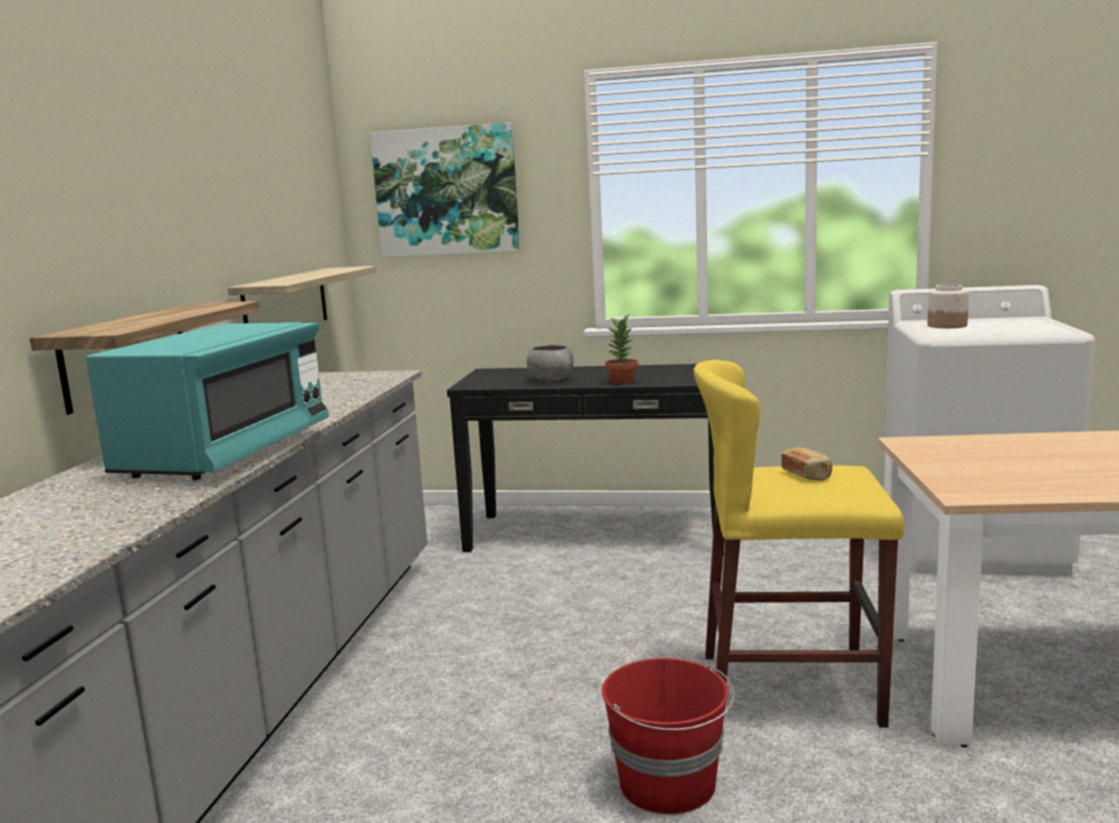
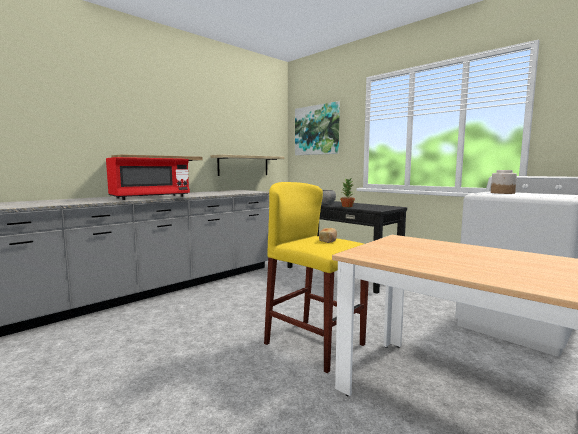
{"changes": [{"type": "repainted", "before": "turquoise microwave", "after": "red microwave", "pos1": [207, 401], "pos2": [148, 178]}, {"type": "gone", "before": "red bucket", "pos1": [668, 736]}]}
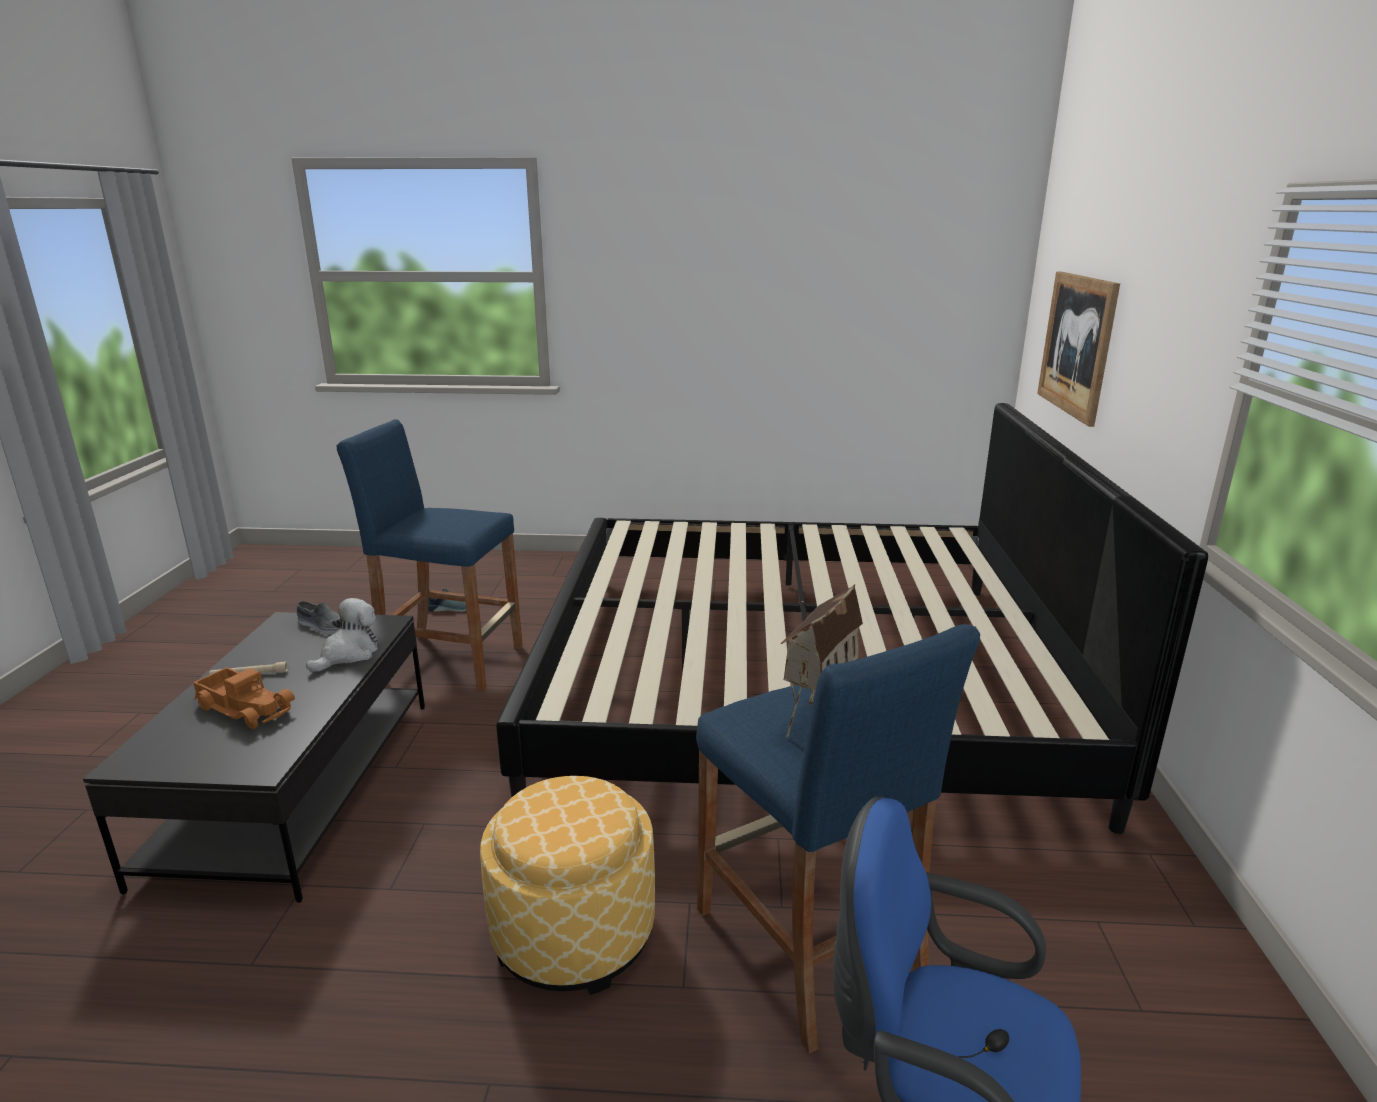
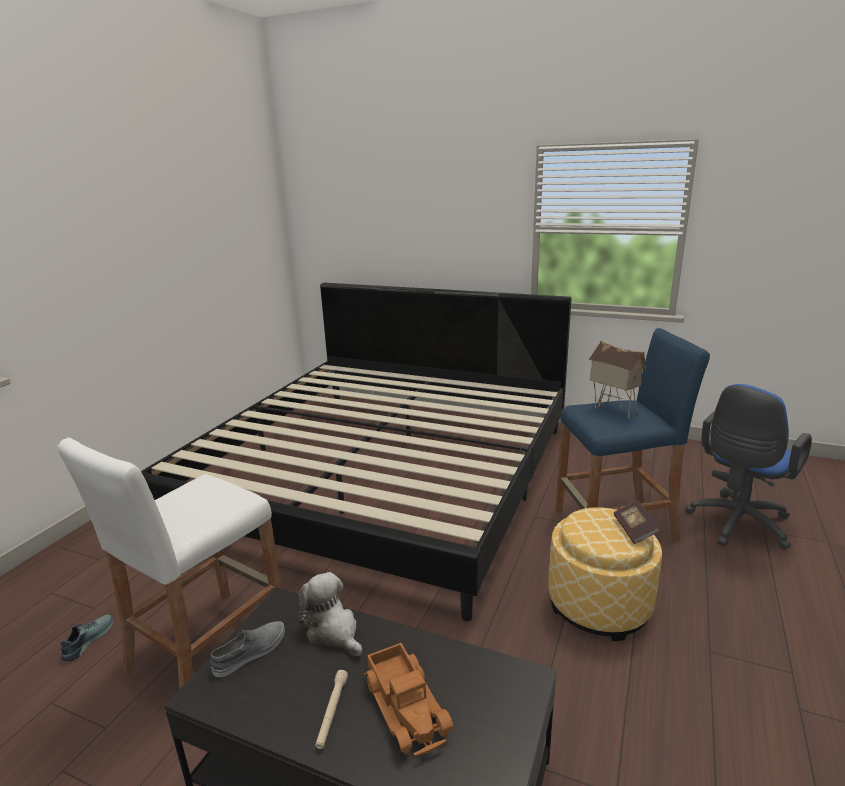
{"changes": [{"type": "gone", "before": "picture", "pos1": [1078, 349]}, {"type": "repainted", "before": "blue stool", "after": "white stool", "pos1": [429, 555], "pos2": [169, 564]}, {"type": "rotated", "before": "toy truck", "pos1": [244, 698], "pos2": [409, 699], "turn": 105}, {"type": "new", "after": "book", "pos2": [637, 522]}]}
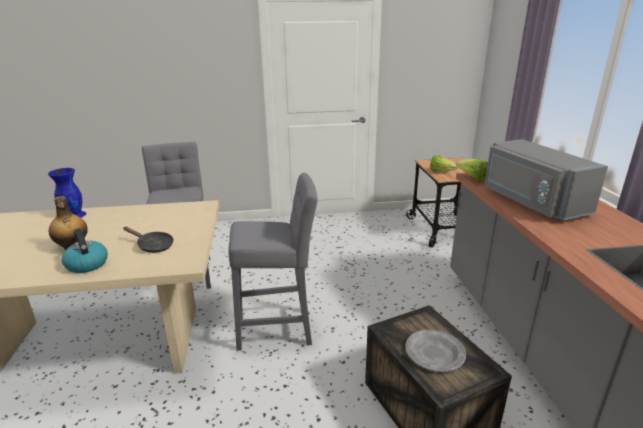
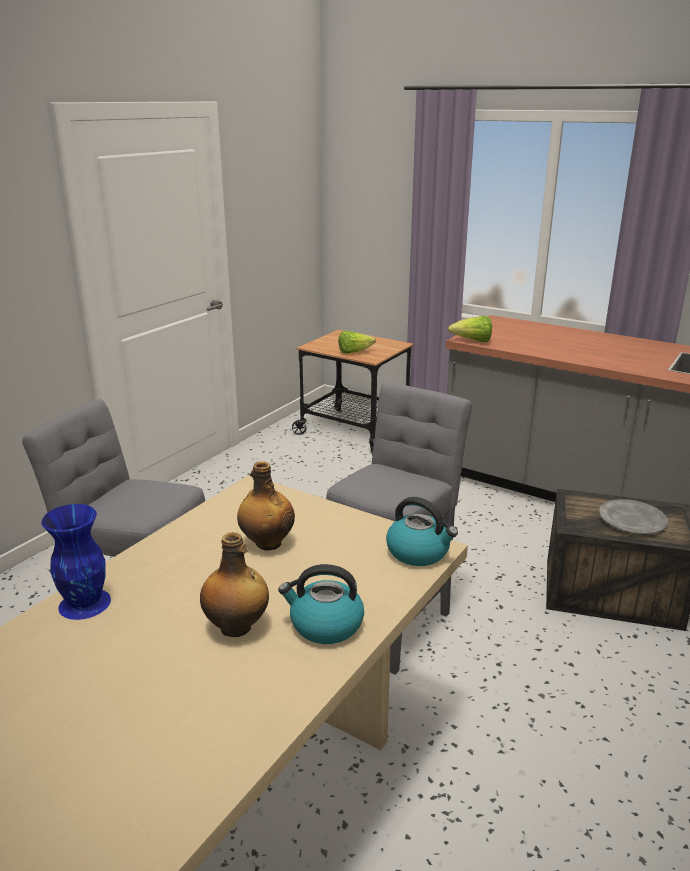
{"changes": [{"type": "gone", "before": "grey microwave", "pos1": [546, 179]}, {"type": "gone", "before": "black frying pan", "pos1": [148, 240]}, {"type": "new", "after": "bottle", "pos2": [266, 505]}, {"type": "new", "after": "kettle", "pos2": [422, 531]}]}
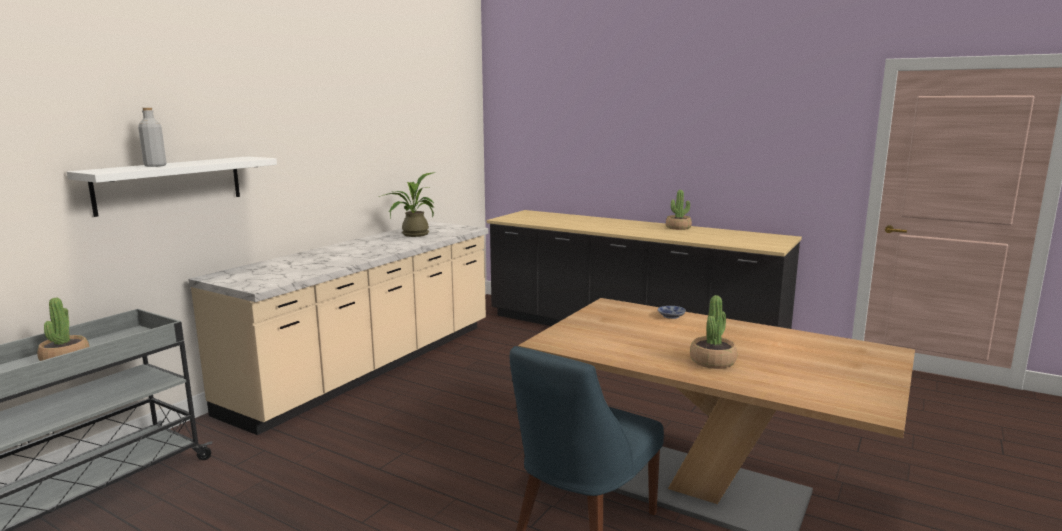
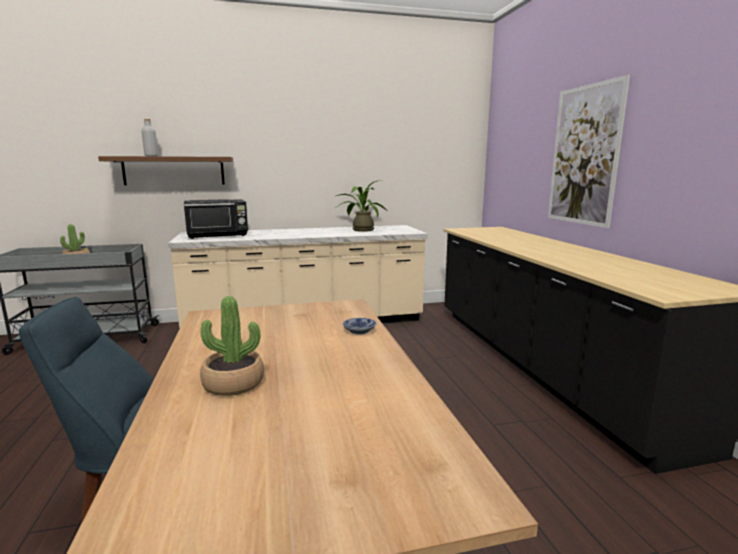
{"changes": [{"type": "repainted", "before": "white shelf", "after": "brown shelf", "pos1": [172, 186], "pos2": [165, 170]}, {"type": "gone", "before": "potted plant", "pos1": [679, 210]}, {"type": "new", "after": "picture", "pos2": [589, 151]}, {"type": "new", "after": "black microwave", "pos2": [216, 219]}]}
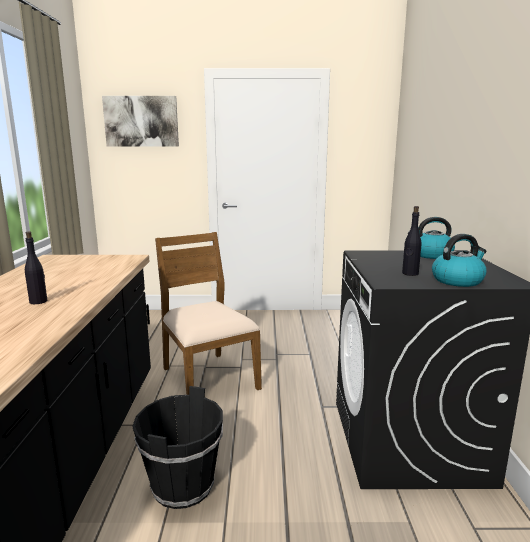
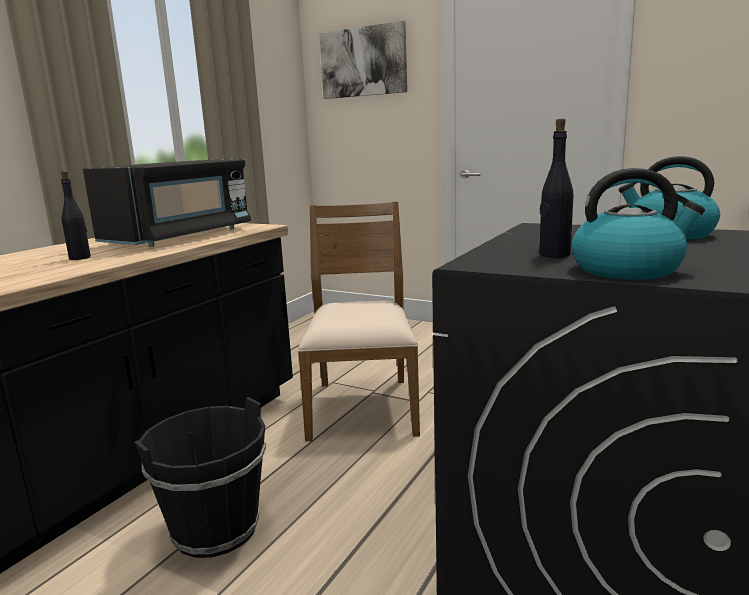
{"changes": [{"type": "new", "after": "black microwave", "pos2": [167, 203]}]}
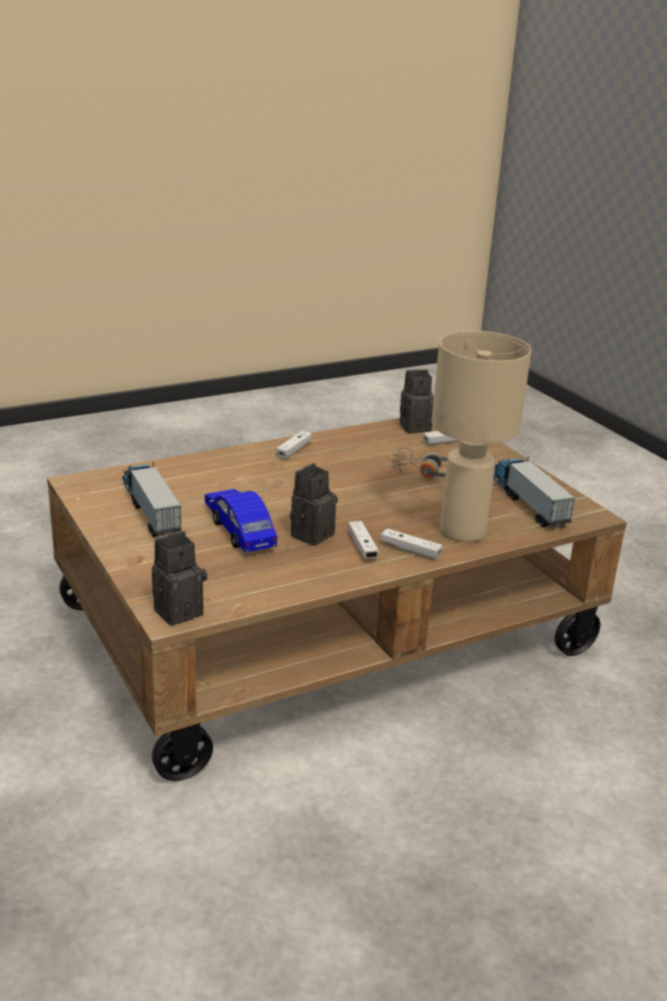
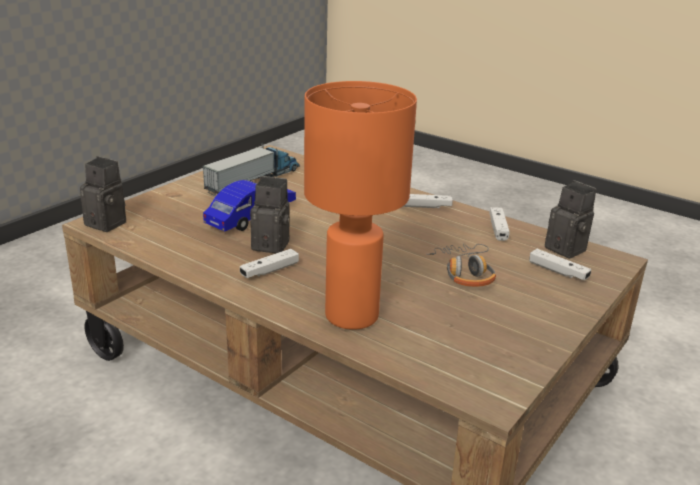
{"changes": [{"type": "repainted", "before": "beige table lamp", "after": "orange table lamp", "pos1": [482, 436], "pos2": [360, 205]}, {"type": "gone", "before": "toy truck", "pos1": [534, 492]}, {"type": "shifted", "before": "white game controller", "pos1": [411, 544], "pos2": [499, 224]}]}
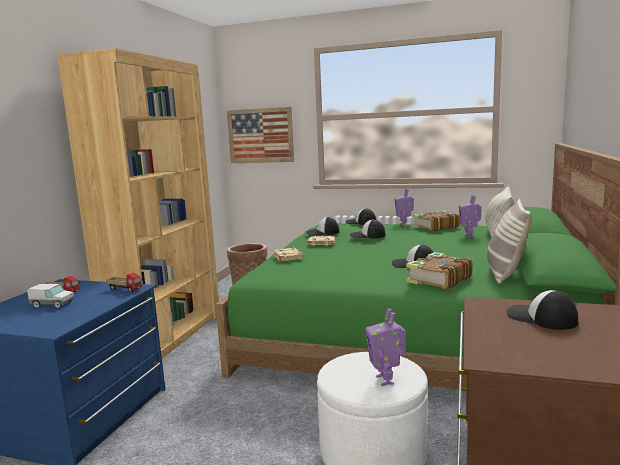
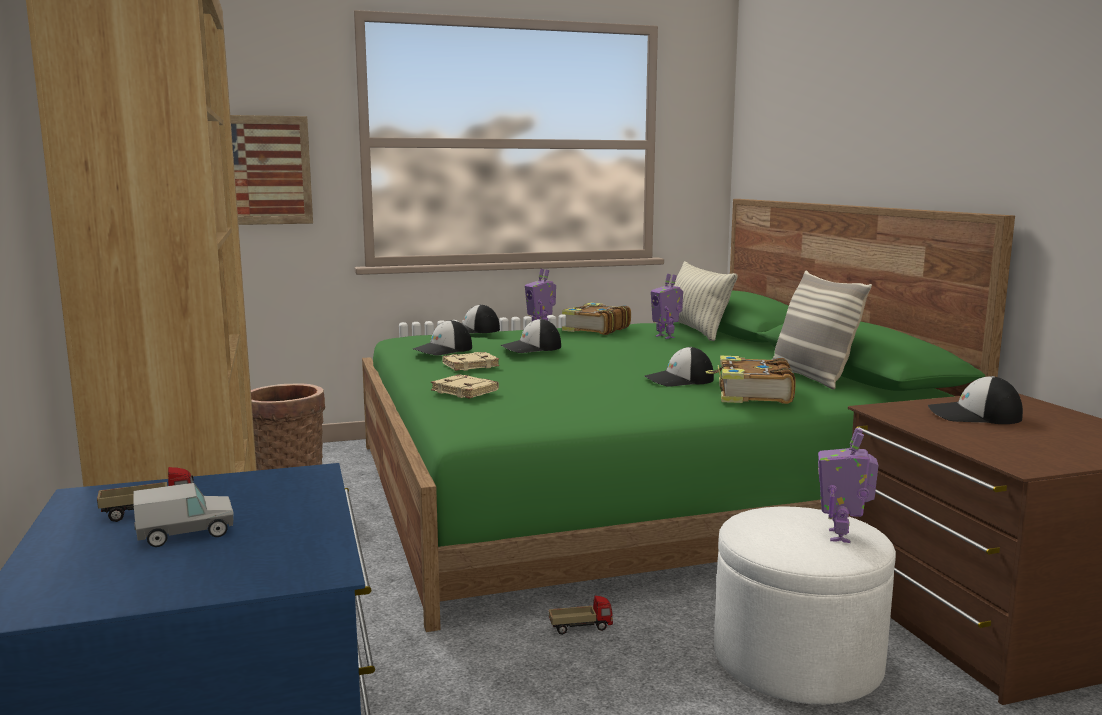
{"changes": [{"type": "shifted", "before": "toy truck", "pos1": [125, 283], "pos2": [581, 615]}, {"type": "rotated", "before": "toy robot", "pos1": [385, 347], "pos2": [848, 485], "turn": 60}]}
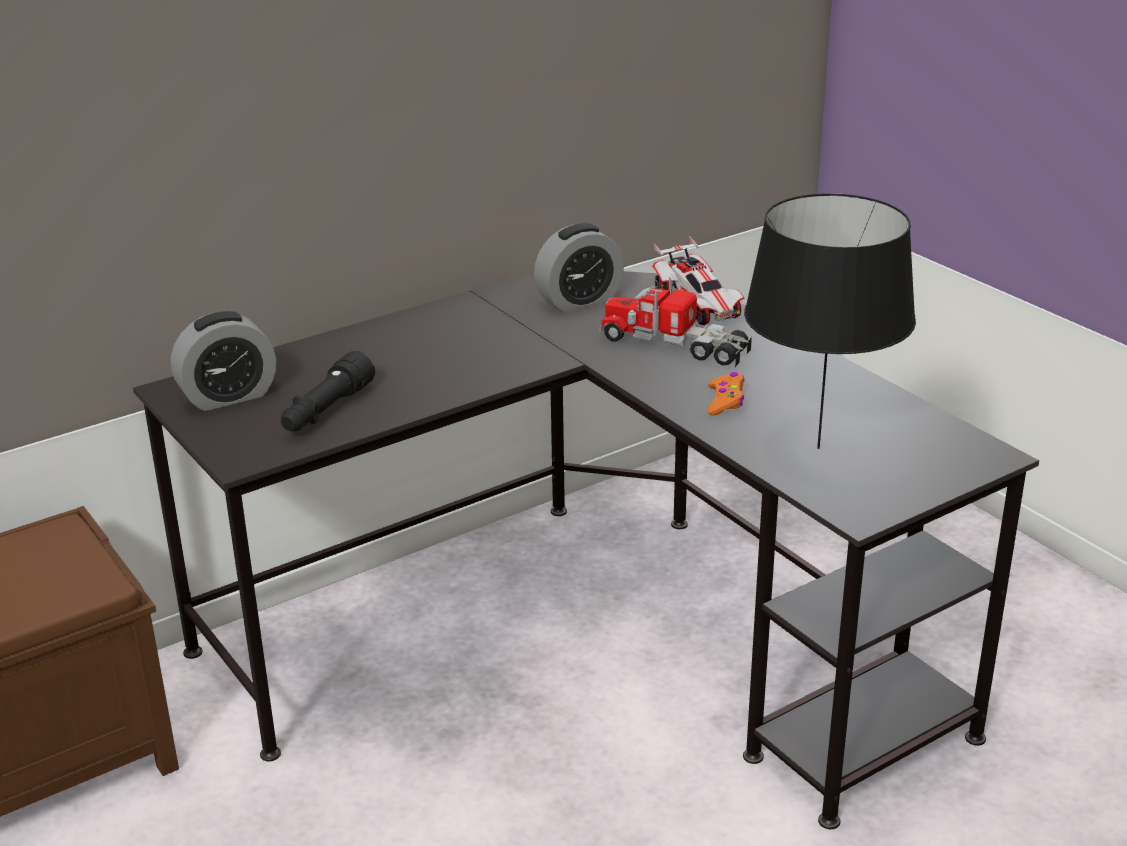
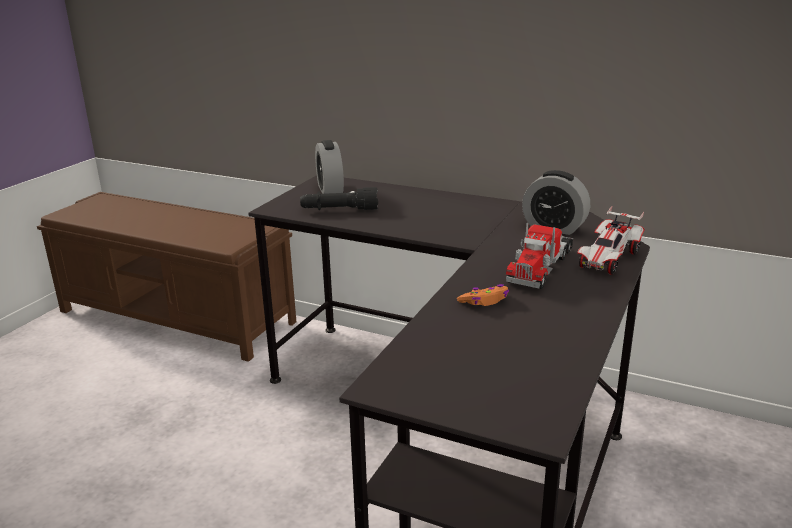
{"changes": [{"type": "gone", "before": "black table lamp", "pos1": [830, 321]}, {"type": "rotated", "before": "toy truck", "pos1": [675, 322], "pos2": [539, 256], "turn": -150}, {"type": "rotated", "before": "alarm clock", "pos1": [223, 361], "pos2": [329, 167], "turn": 45}]}
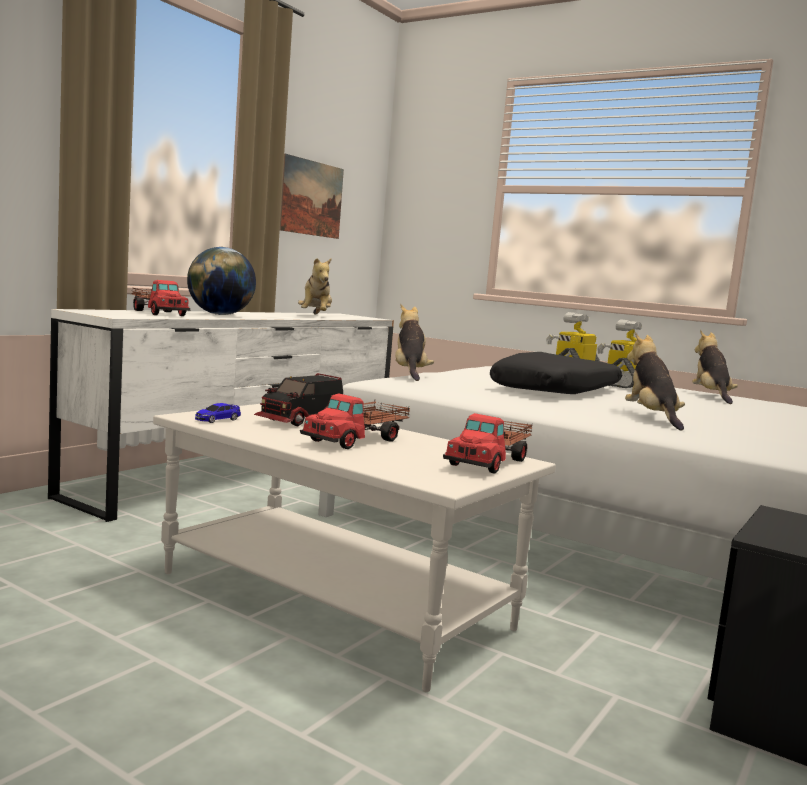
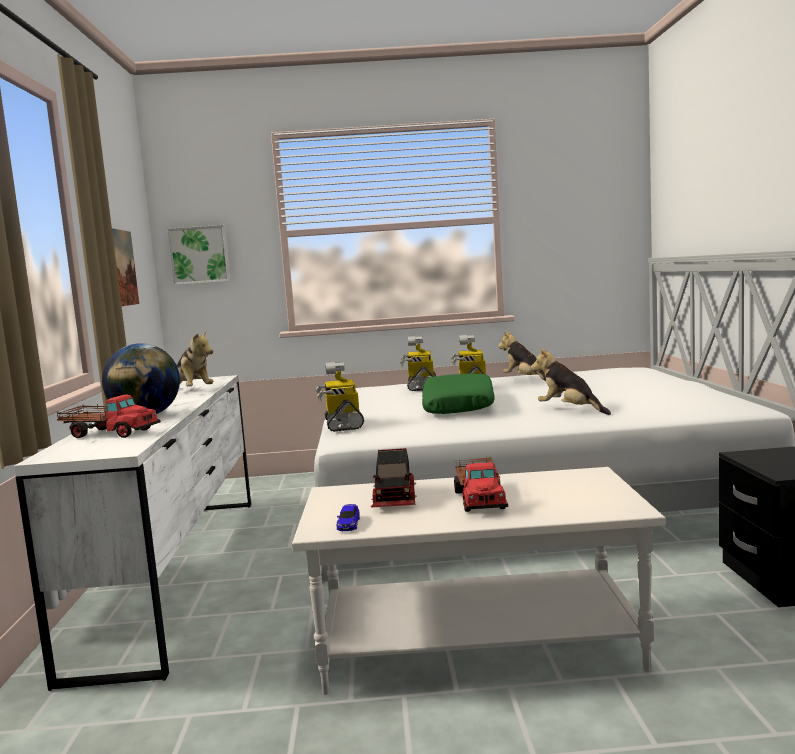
{"changes": [{"type": "swapped", "before": "plush toy", "after": "toy robot", "pos1": [414, 342], "pos2": [340, 397]}, {"type": "repainted", "before": "black pillow", "after": "green pillow", "pos1": [556, 373], "pos2": [458, 393]}, {"type": "gone", "before": "toy truck", "pos1": [487, 443]}, {"type": "new", "after": "picture", "pos2": [199, 255]}]}
